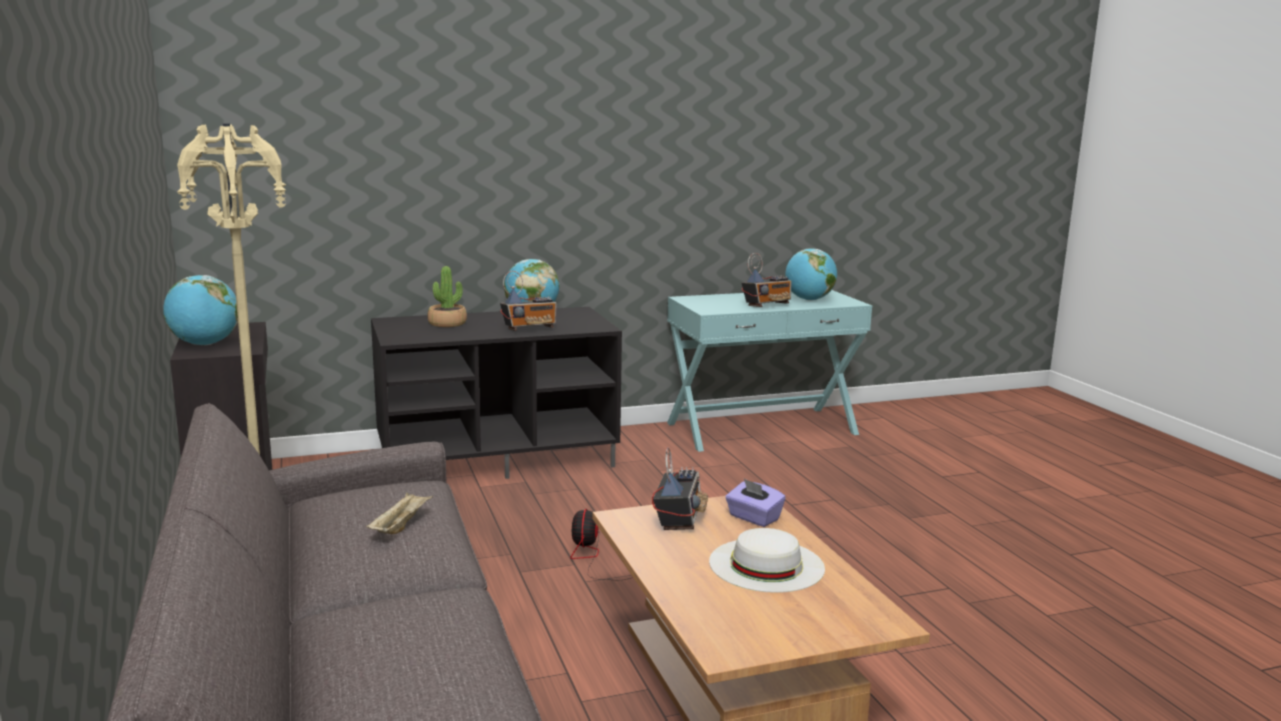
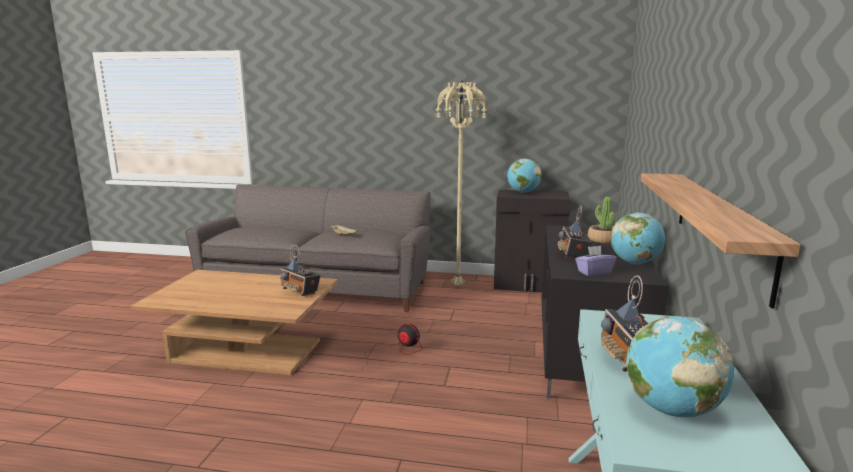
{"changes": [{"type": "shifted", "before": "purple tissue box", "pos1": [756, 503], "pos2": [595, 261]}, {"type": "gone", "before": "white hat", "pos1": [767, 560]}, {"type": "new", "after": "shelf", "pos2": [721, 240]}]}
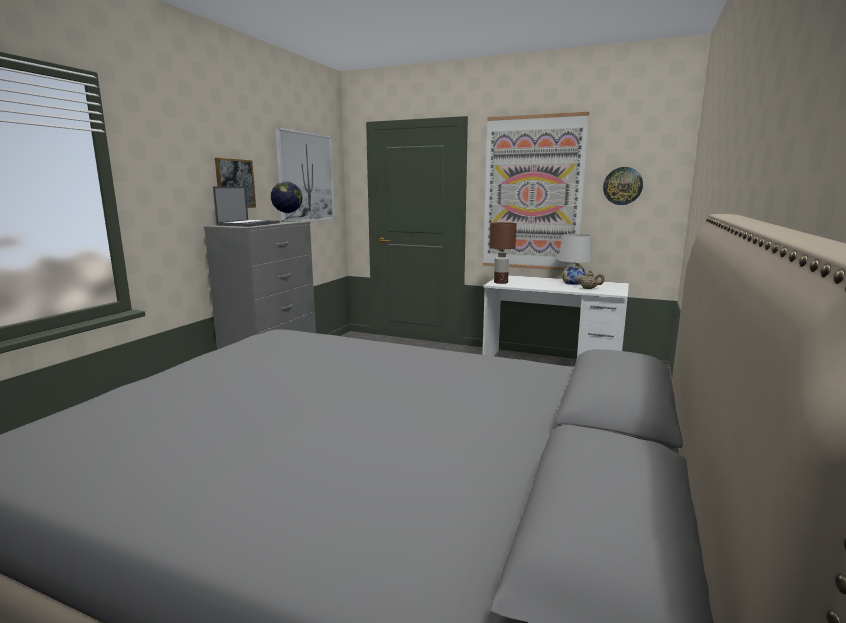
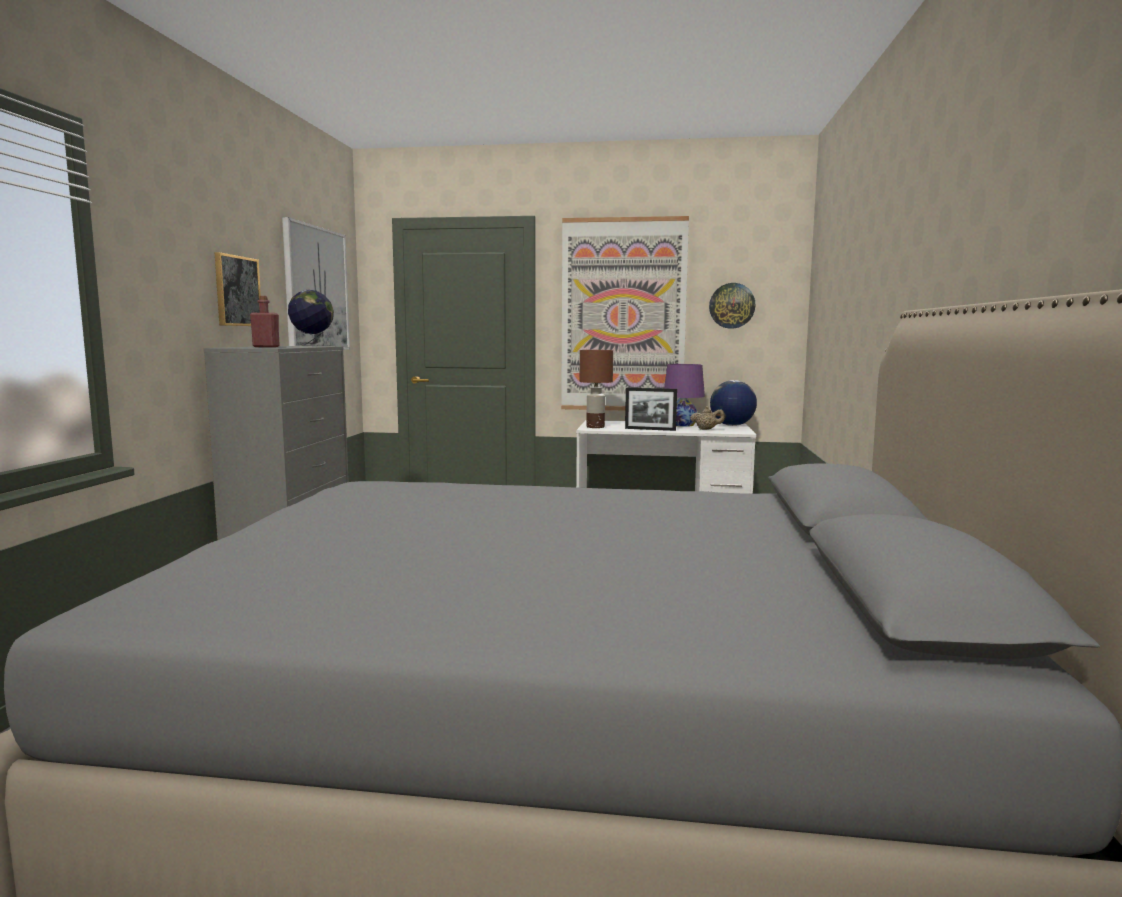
{"changes": [{"type": "swapped", "before": "laptop", "after": "red bottle", "pos1": [246, 206], "pos2": [265, 321]}, {"type": "repainted", "before": "white table lamp", "after": "purple table lamp", "pos1": [575, 259], "pos2": [684, 395]}, {"type": "new", "after": "globe", "pos2": [733, 403]}, {"type": "new", "after": "picture frame", "pos2": [651, 409]}]}
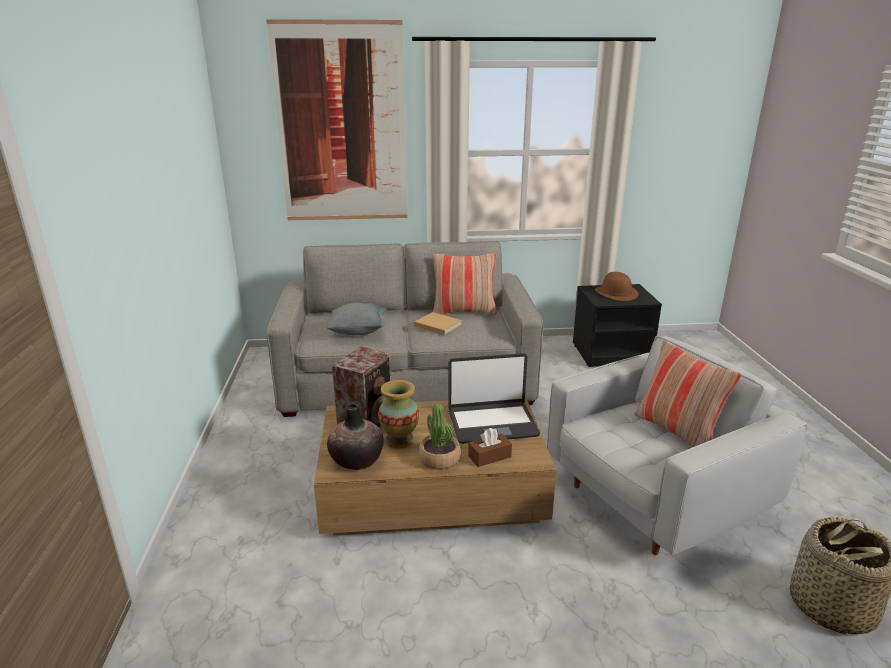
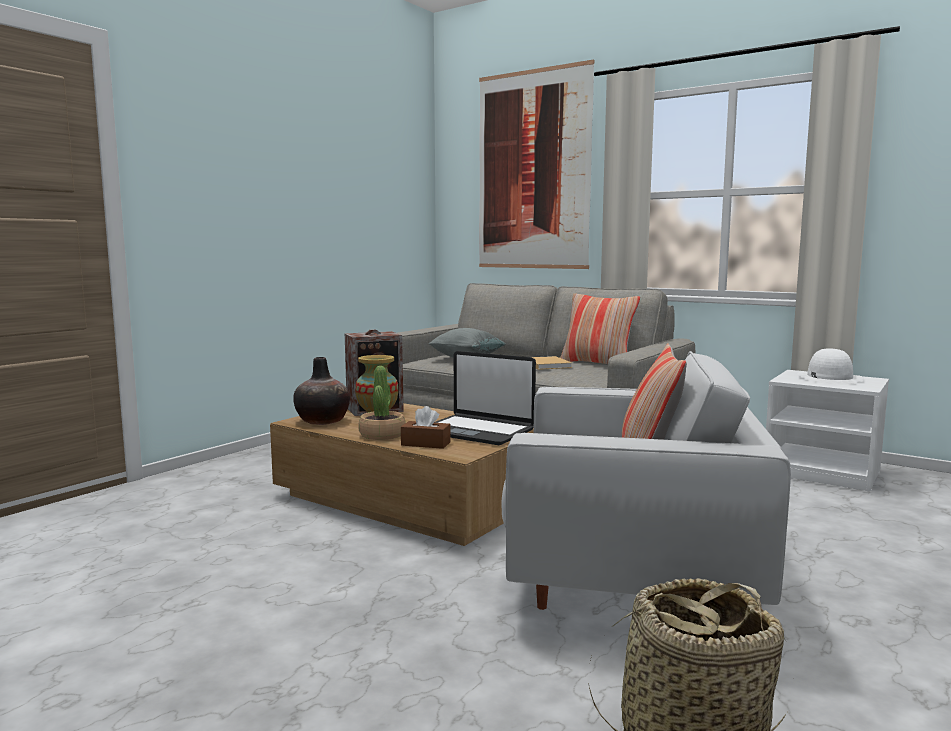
{"changes": [{"type": "repainted", "before": "brown hat", "after": "white hat", "pos1": [616, 286], "pos2": [830, 366]}, {"type": "repainted", "before": "black nightstand", "after": "white nightstand", "pos1": [617, 325], "pos2": [827, 431]}]}
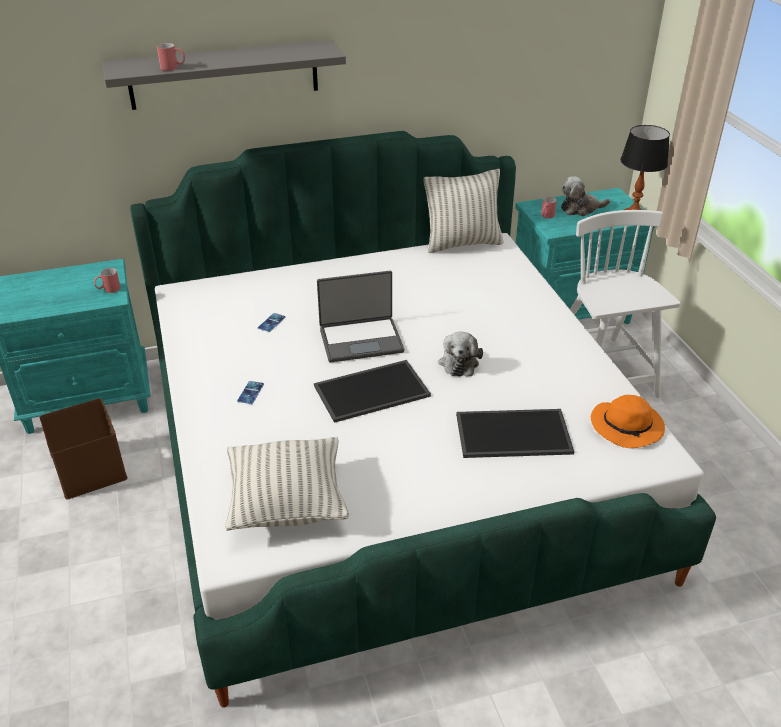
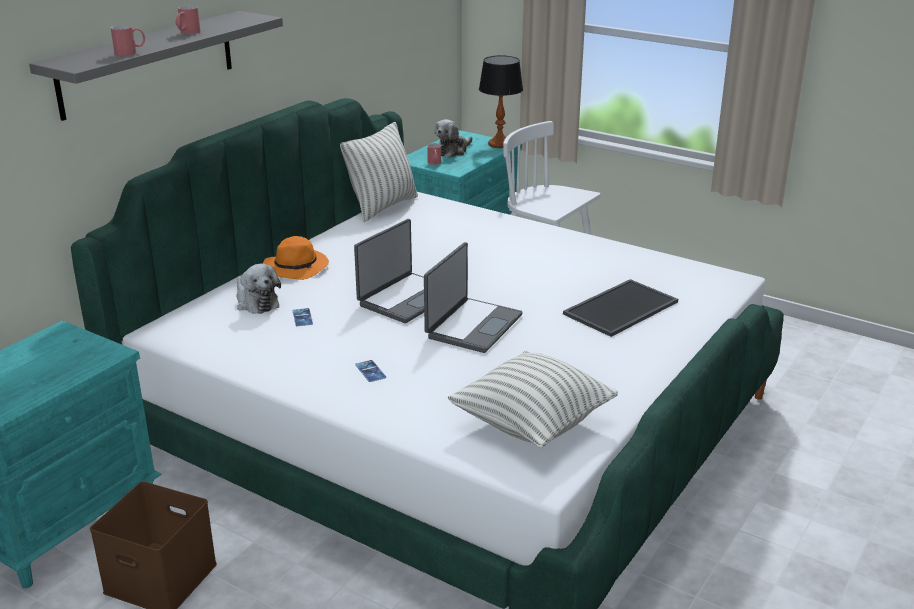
{"changes": [{"type": "shifted", "before": "red mug", "pos1": [107, 280], "pos2": [187, 19]}, {"type": "shifted", "before": "plush toy", "pos1": [460, 354], "pos2": [258, 288]}, {"type": "swapped", "before": "tray", "after": "laptop", "pos1": [372, 391], "pos2": [473, 297]}, {"type": "shifted", "before": "orange hat", "pos1": [628, 421], "pos2": [296, 258]}]}
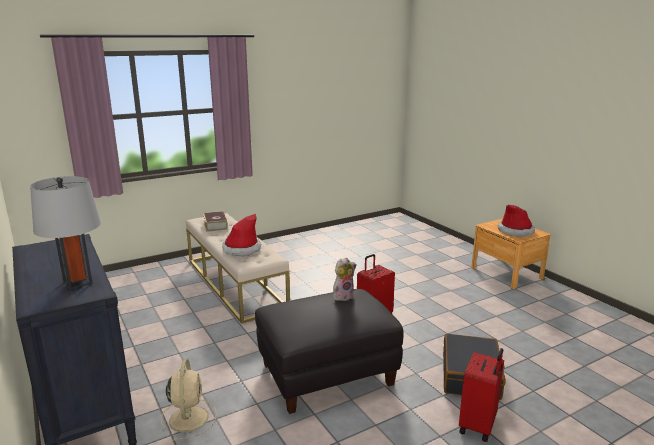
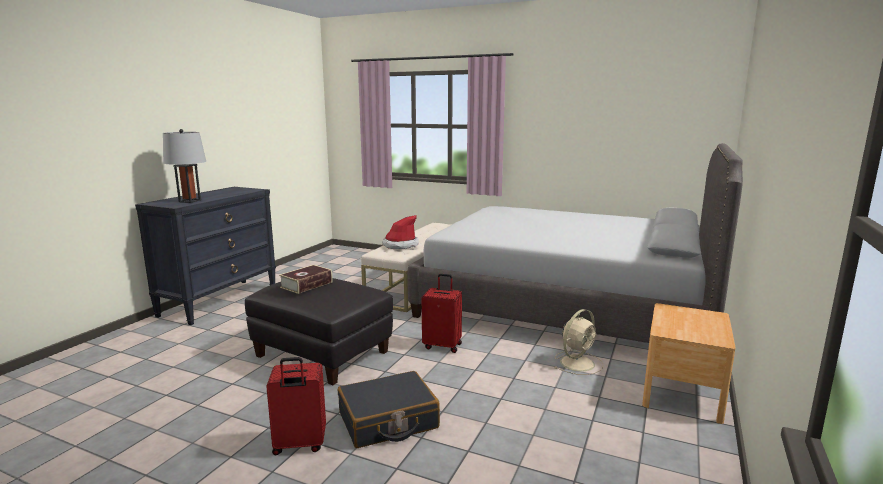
{"changes": [{"type": "gone", "before": "hat", "pos1": [516, 221]}, {"type": "shifted", "before": "book", "pos1": [215, 221], "pos2": [306, 279]}, {"type": "gone", "before": "plush toy", "pos1": [345, 279]}, {"type": "shifted", "before": "beige fan", "pos1": [189, 400], "pos2": [579, 342]}, {"type": "new", "after": "grey bed", "pos2": [575, 243]}]}
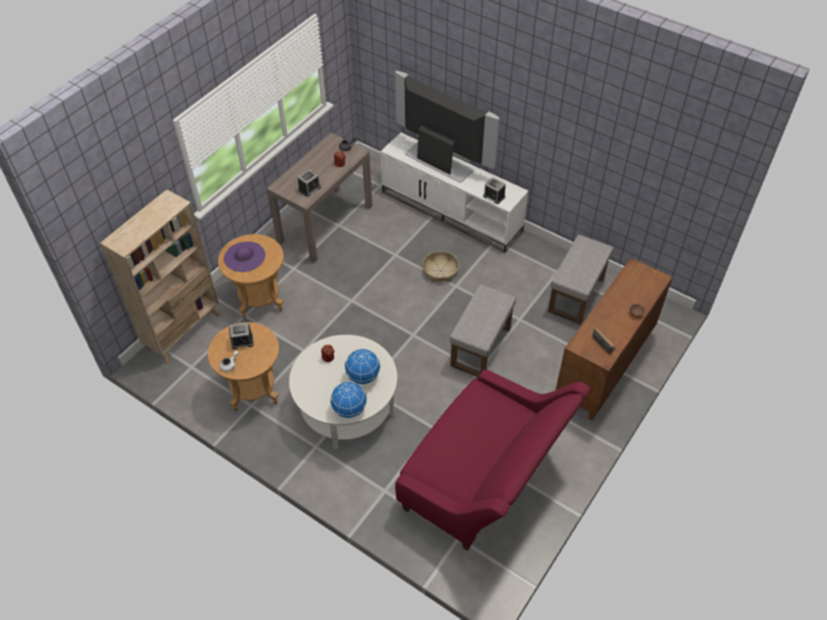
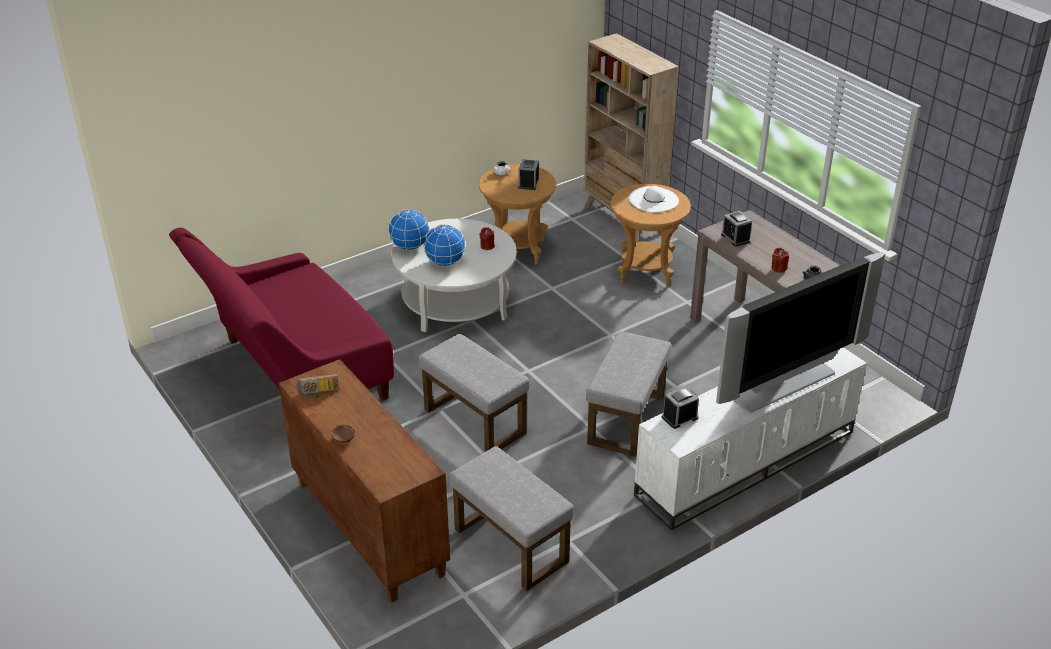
{"changes": [{"type": "repainted", "before": "purple hat", "after": "white hat", "pos1": [244, 257], "pos2": [653, 199]}, {"type": "swapped", "before": "basket", "after": "grey ottoman", "pos1": [441, 266], "pos2": [628, 394]}]}
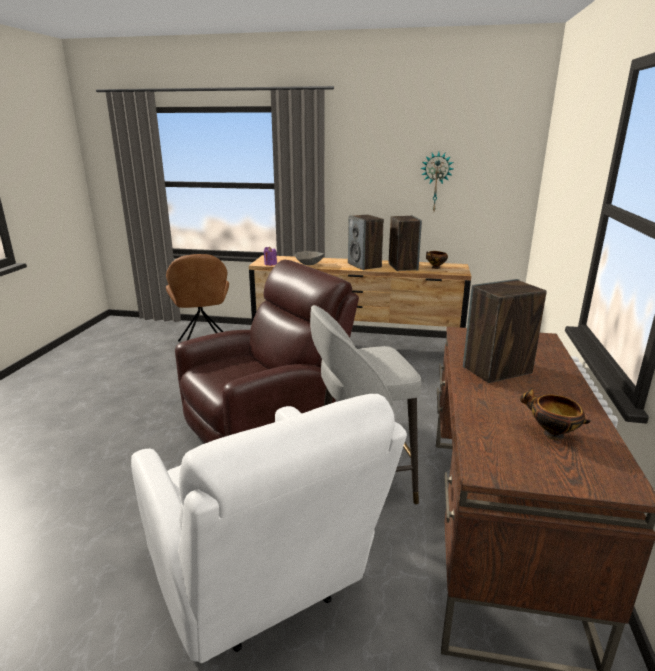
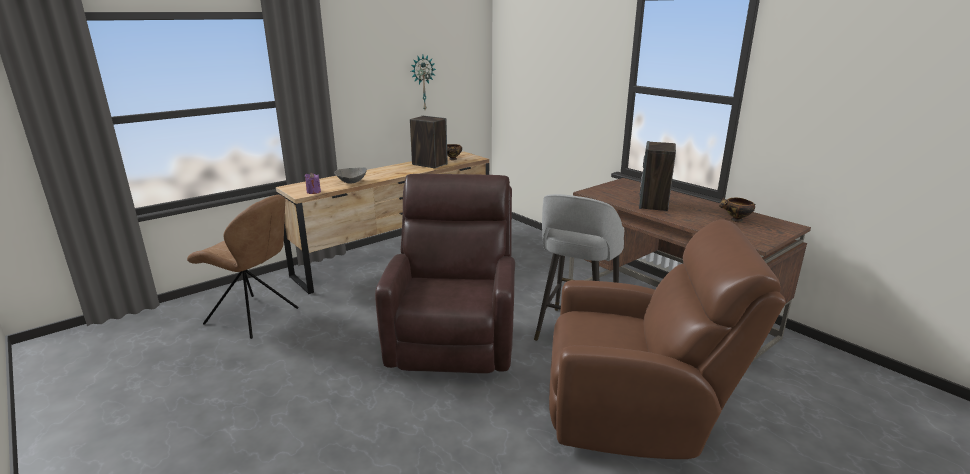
{"changes": [{"type": "gone", "before": "speaker", "pos1": [366, 242]}, {"type": "repainted", "before": "white armchair", "after": "brown armchair", "pos1": [269, 528], "pos2": [667, 339]}]}
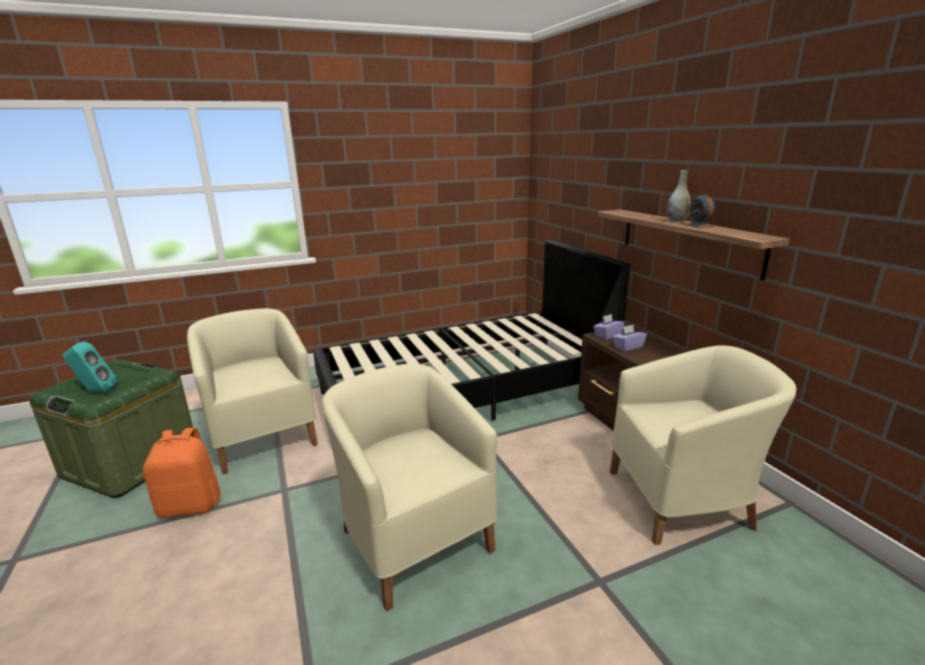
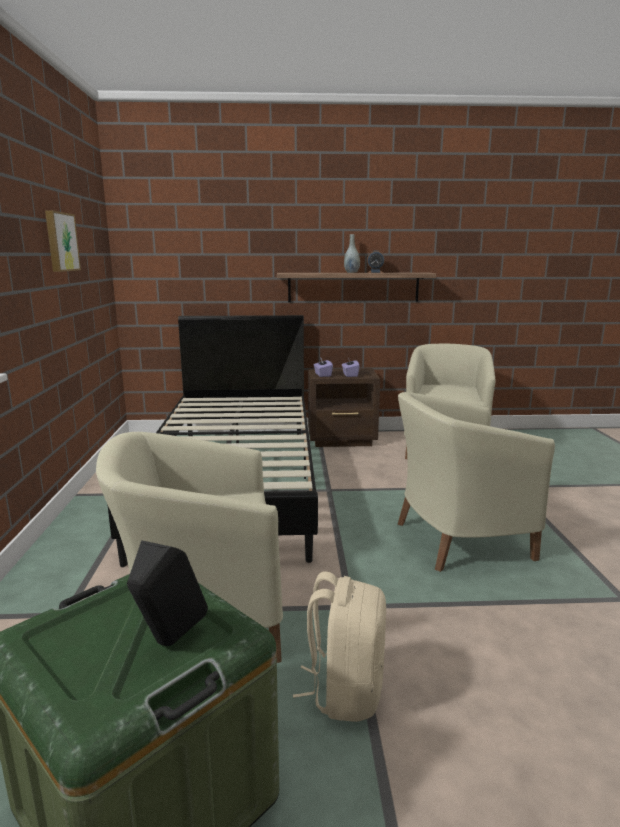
{"changes": [{"type": "repainted", "before": "turquoise speaker", "after": "black speaker", "pos1": [90, 366], "pos2": [167, 593]}, {"type": "repainted", "before": "orange backpack", "after": "beige backpack", "pos1": [182, 473], "pos2": [339, 647]}, {"type": "new", "after": "picture", "pos2": [63, 241]}]}
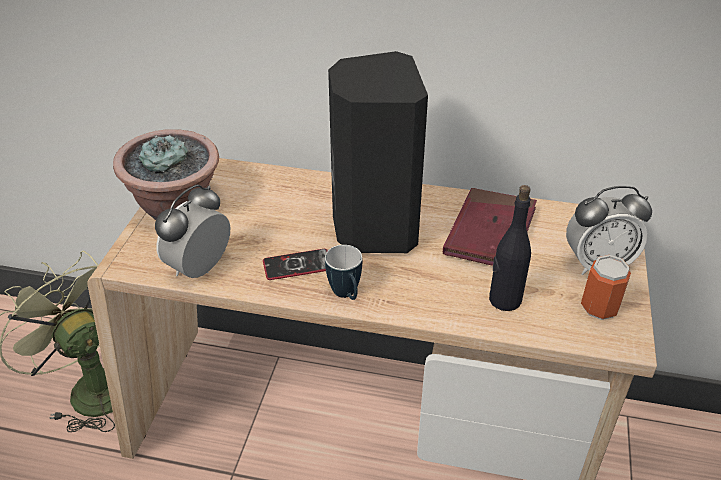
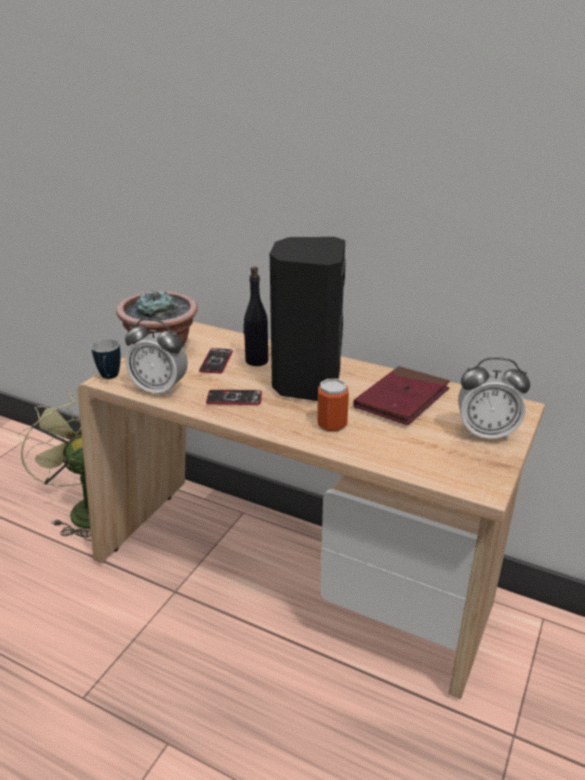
{"changes": [{"type": "rotated", "before": "alarm clock", "pos1": [192, 231], "pos2": [156, 357], "turn": -120}, {"type": "shifted", "before": "black bottle", "pos1": [510, 248], "pos2": [255, 316]}, {"type": "shifted", "before": "mug", "pos1": [343, 272], "pos2": [106, 359]}, {"type": "shifted", "before": "can", "pos1": [606, 287], "pos2": [333, 405]}, {"type": "new", "after": "phone", "pos2": [216, 360]}]}
